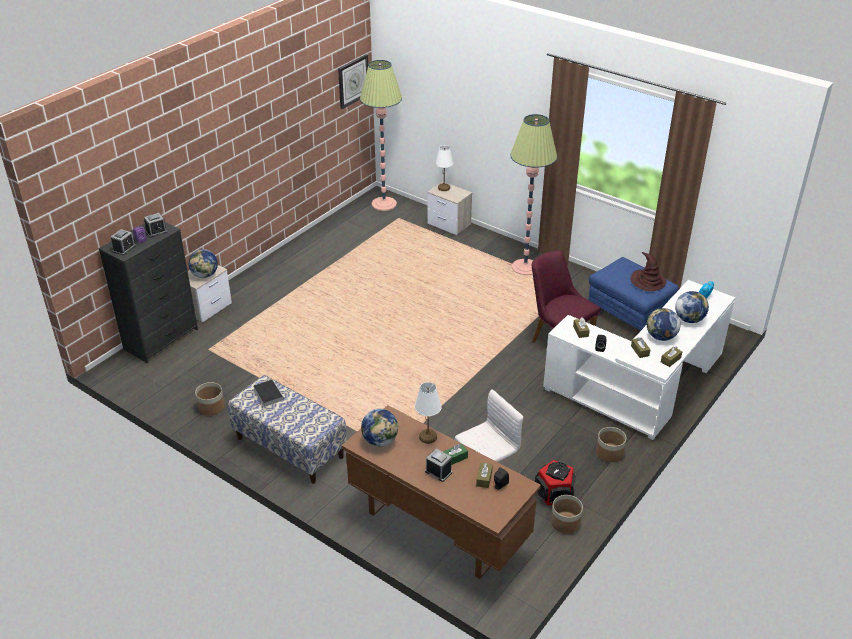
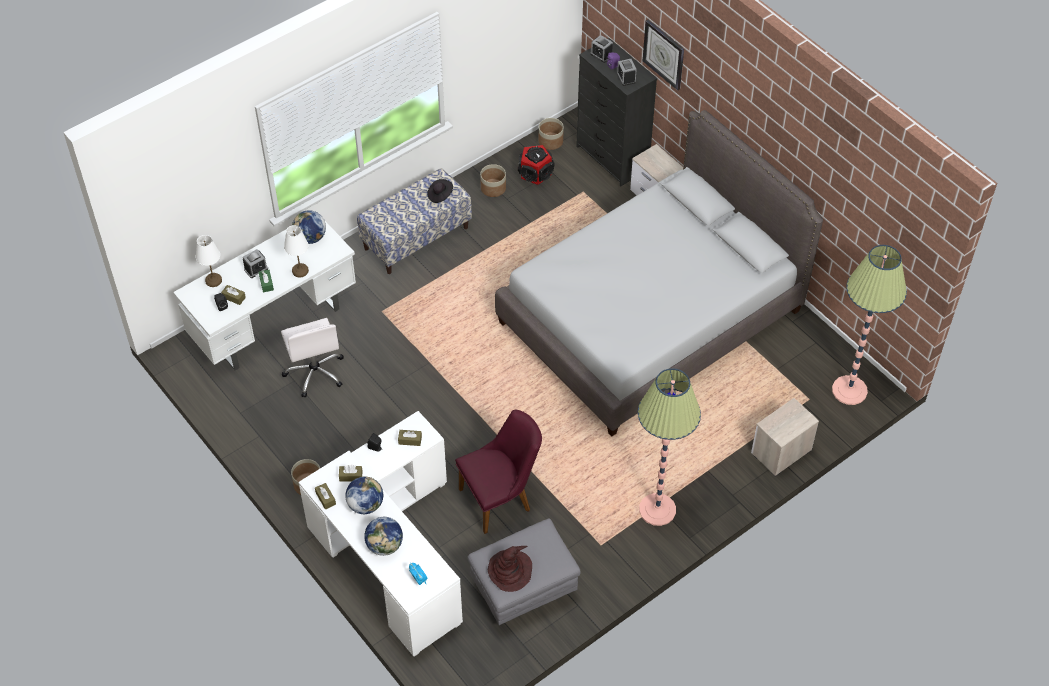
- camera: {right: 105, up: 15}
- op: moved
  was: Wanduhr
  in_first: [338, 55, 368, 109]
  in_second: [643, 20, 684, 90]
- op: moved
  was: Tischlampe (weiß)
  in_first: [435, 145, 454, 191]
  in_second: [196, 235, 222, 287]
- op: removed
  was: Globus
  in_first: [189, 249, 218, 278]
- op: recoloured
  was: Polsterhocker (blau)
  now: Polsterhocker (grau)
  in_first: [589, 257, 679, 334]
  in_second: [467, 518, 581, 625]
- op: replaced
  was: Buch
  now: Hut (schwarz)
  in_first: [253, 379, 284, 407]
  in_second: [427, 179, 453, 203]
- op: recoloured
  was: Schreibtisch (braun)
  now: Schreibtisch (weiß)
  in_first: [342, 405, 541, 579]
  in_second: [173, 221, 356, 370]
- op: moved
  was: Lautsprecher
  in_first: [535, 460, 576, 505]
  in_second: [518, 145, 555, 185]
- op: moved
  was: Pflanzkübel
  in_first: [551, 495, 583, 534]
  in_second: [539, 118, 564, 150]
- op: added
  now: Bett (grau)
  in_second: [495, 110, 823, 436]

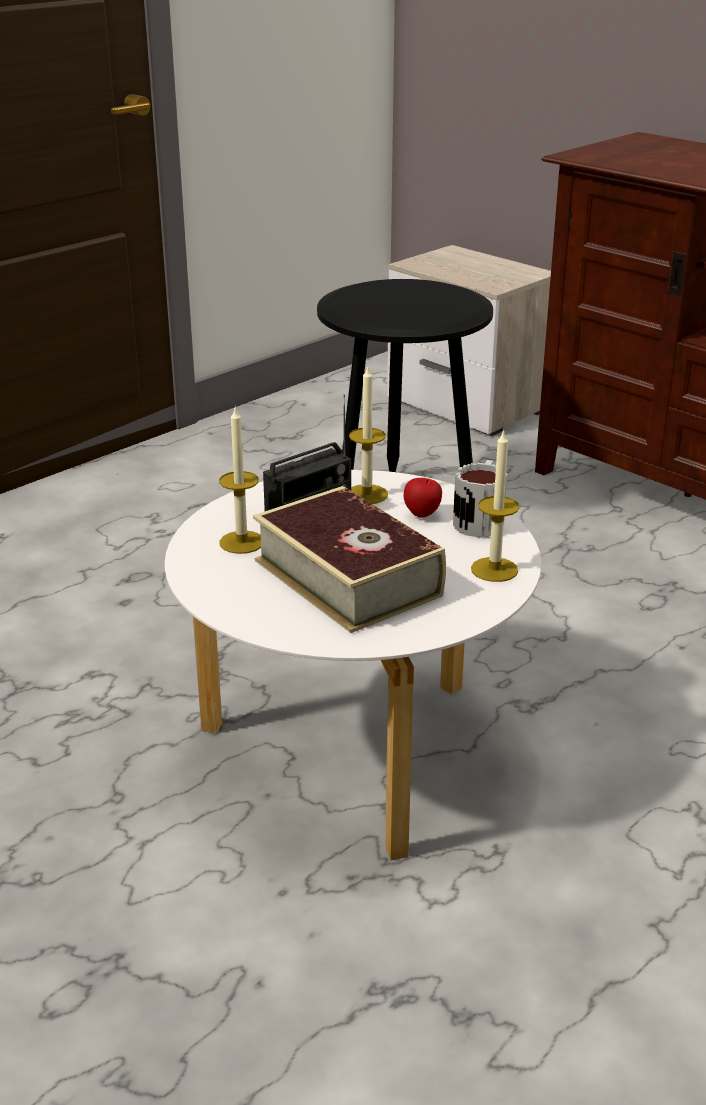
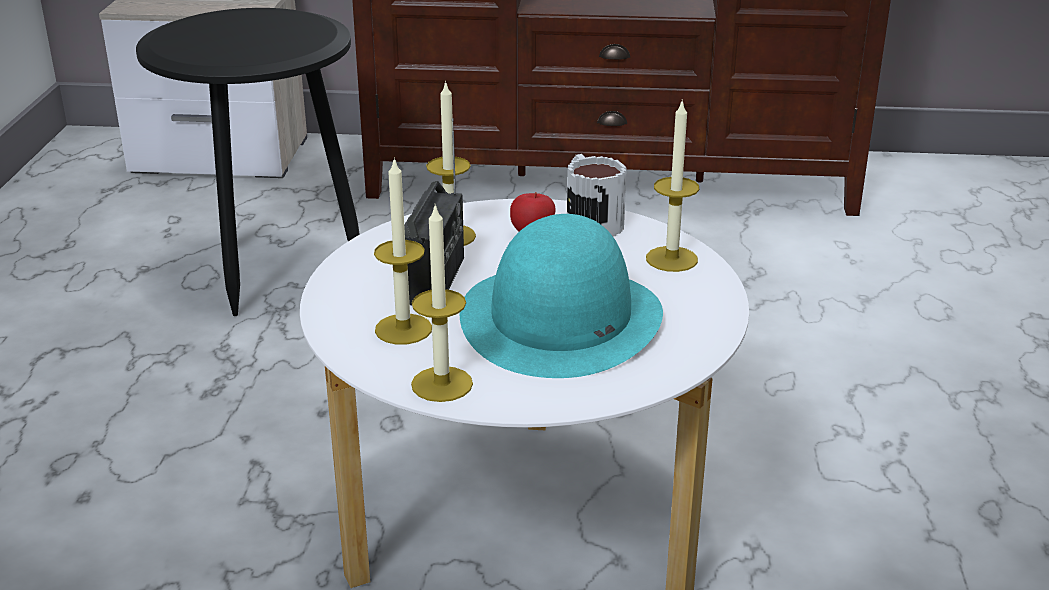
- camera: {right: -40, up: 0}
- op: replaced
  was: Buch
  now: Hut (türkis)
  in_first: [253, 486, 446, 633]
  in_second: [460, 214, 663, 378]
- op: added
  now: Kerze
  in_second: [411, 204, 473, 402]

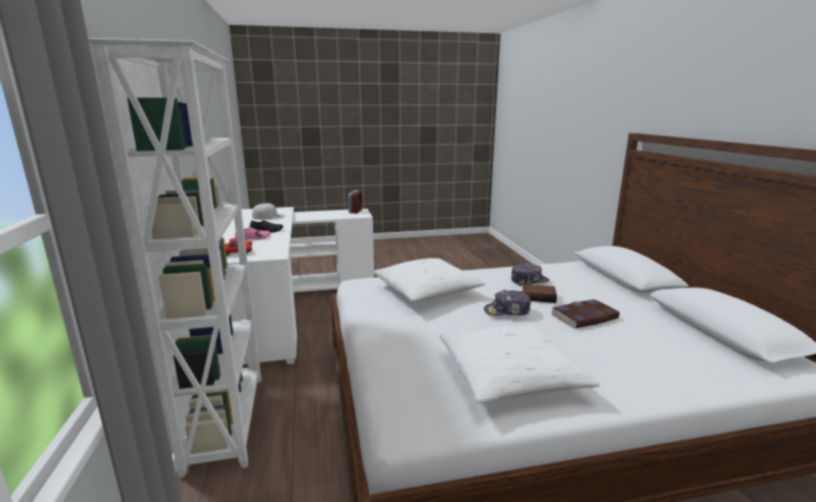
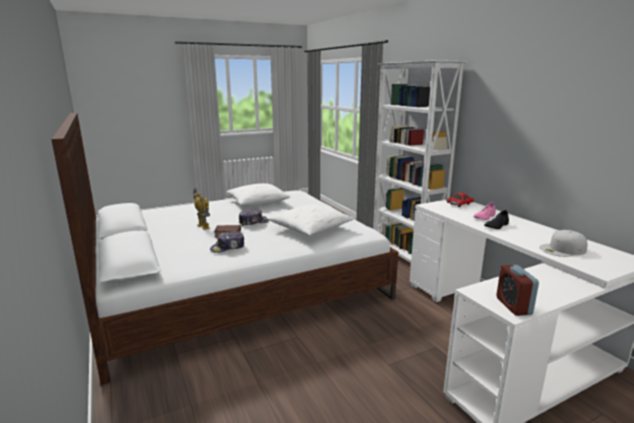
- camera: {right: 165, up: 0}
- op: replaced
  was: Buch
  now: Spielzeugroboter
  in_first: [551, 299, 620, 328]
  in_second: [193, 188, 210, 230]

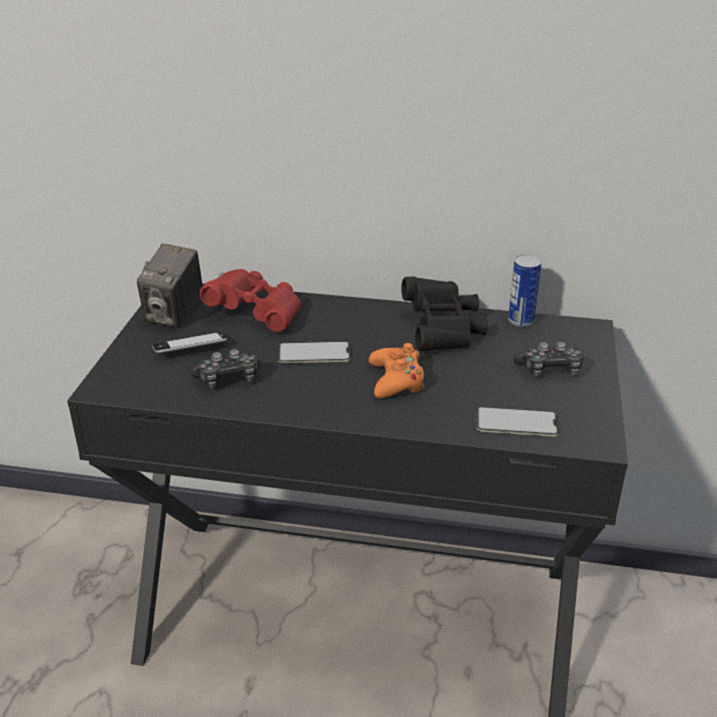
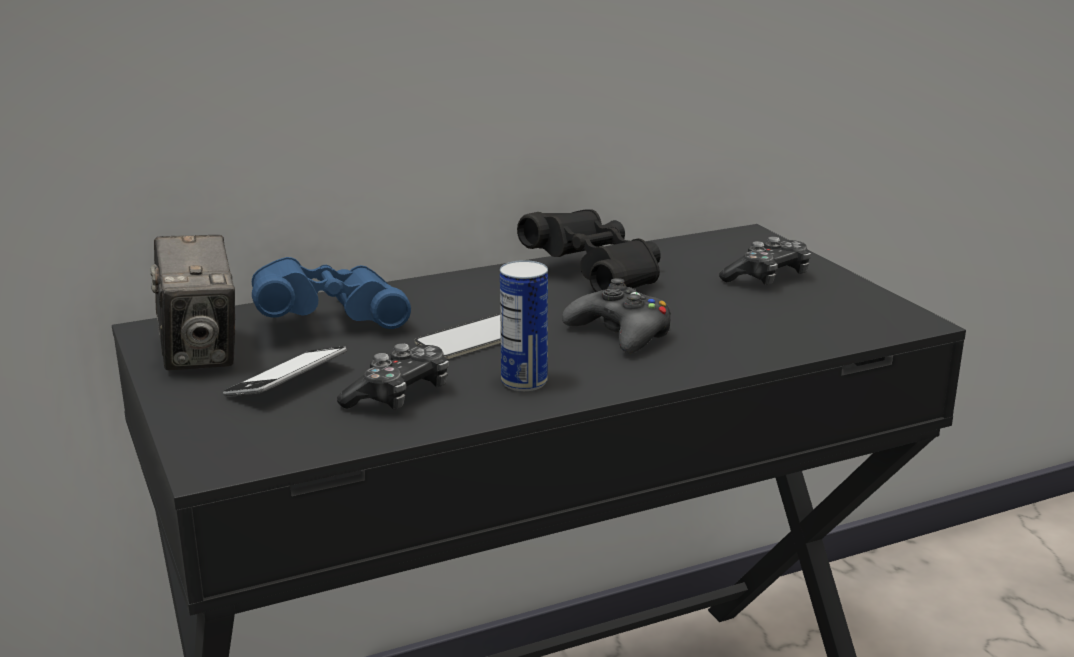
- camera: {right: -35, up: -10}
- op: moved
  was: Dose
  in_first: [508, 255, 542, 327]
  in_second: [500, 260, 548, 391]
- op: recoloured
  was: Fernglas (rot)
  now: Fernglas (blau)
  in_first: [200, 269, 301, 332]
  in_second: [252, 257, 411, 329]
- op: recoloured
  was: Gamepad (orange)
  now: Gamepad (schwarz)
  in_first: [369, 343, 425, 398]
  in_second: [562, 278, 671, 353]
- op: removed
  was: Handy
  in_first: [477, 406, 559, 437]

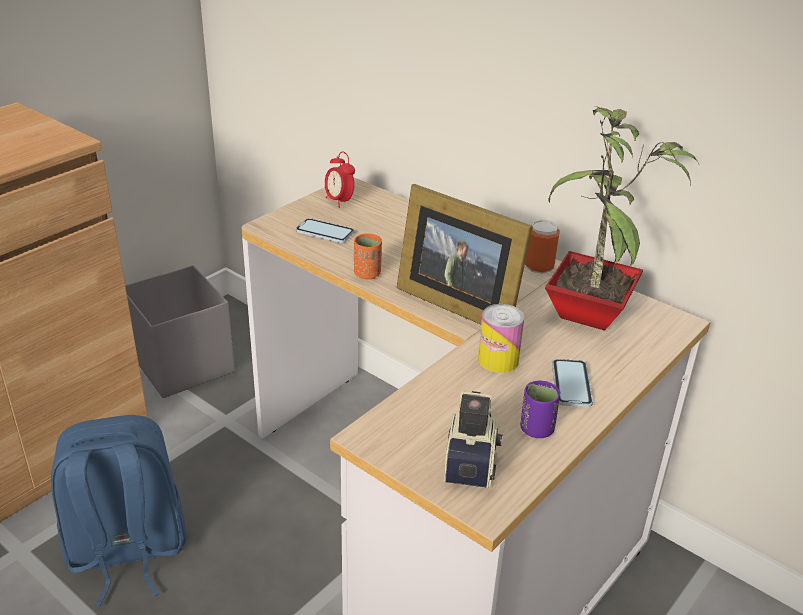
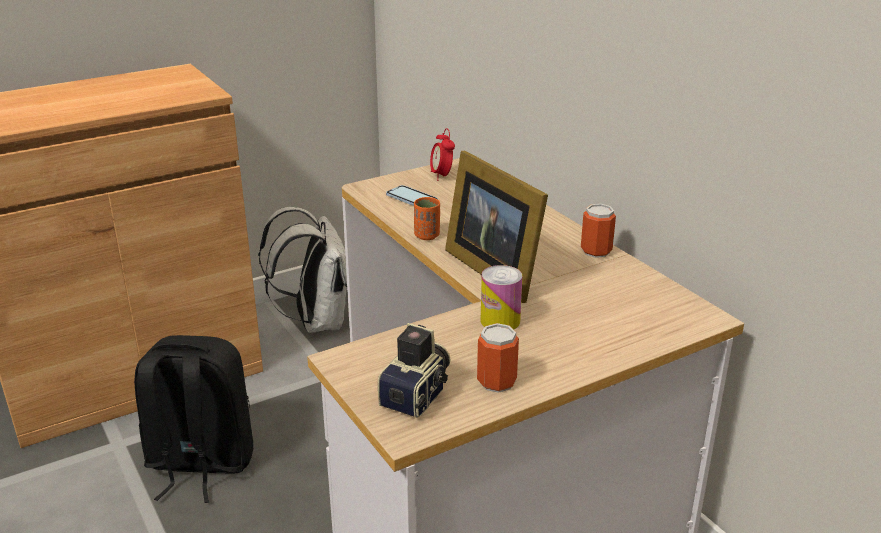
- camera: {right: 20, up: -5}
- op: removed
  was: Topfpflanze
  in_first: [545, 106, 699, 330]
- op: replaced
  was: Aufbewahrungsbox (grau)
  now: Rucksack (weiß)
  in_first: [125, 265, 235, 398]
  in_second: [258, 207, 347, 333]
- op: removed
  was: Handy
  in_first: [552, 359, 593, 407]
- op: replaced
  was: Tasse (lila)
  now: Dose
  in_first: [520, 380, 560, 438]
  in_second: [477, 323, 519, 393]
- op: recoloured
  was: Rucksack (blau)
  now: Rucksack (schwarz)
  in_first: [51, 415, 186, 607]
  in_second: [134, 335, 253, 503]

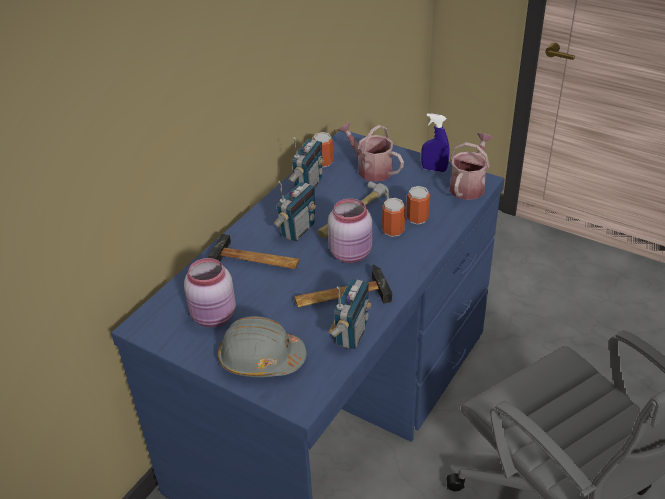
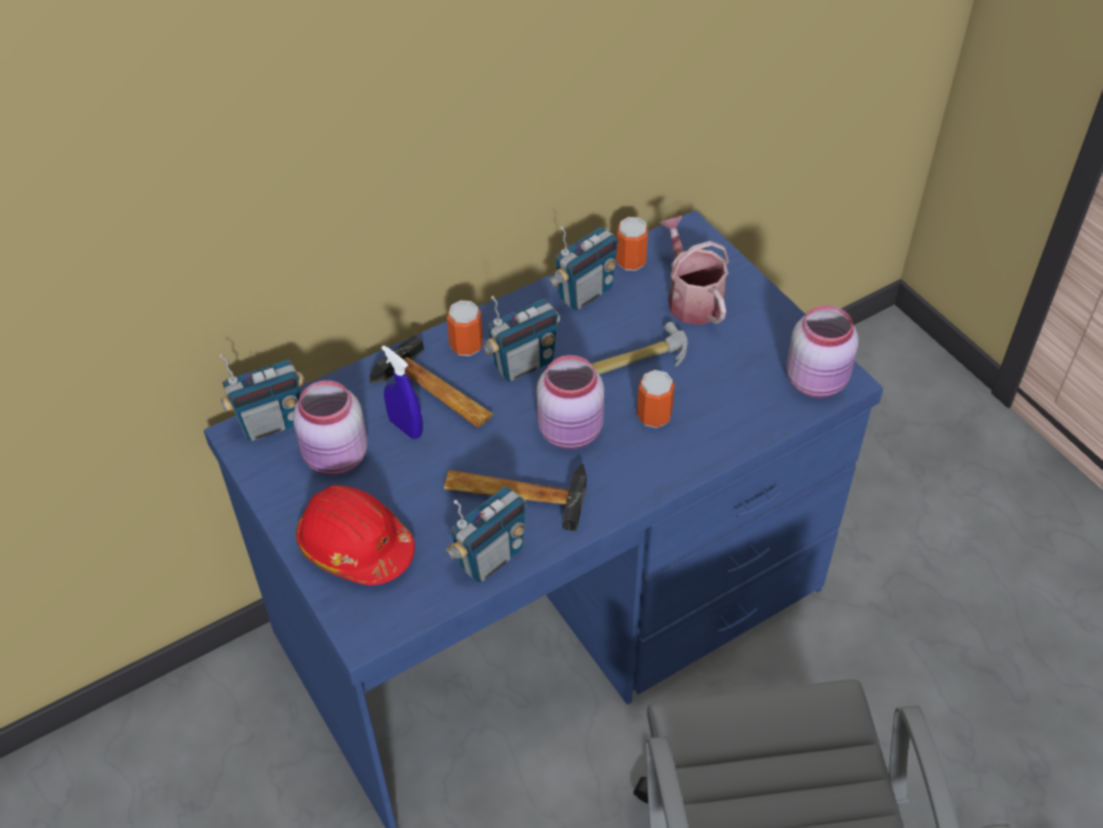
- camera: {right: 25, up: 10}
- op: moved
  was: Sprühflasche (blau)
  in_first: [421, 114, 450, 172]
  in_second: [381, 345, 423, 439]
- op: replaced
  was: Gießkanne
  now: Vorratsglas (rosa)
  in_first: [449, 133, 493, 200]
  in_second: [786, 305, 858, 398]
- op: moved
  was: Dose
  in_first: [406, 186, 430, 225]
  in_second: [447, 300, 483, 356]
- op: recoloured
  was: Schutzhelm (grau)
  now: Schutzhelm (rot)
  in_first: [218, 316, 307, 377]
  in_second: [296, 485, 415, 585]
- op: added
  now: Radio
  in_second: [219, 354, 305, 442]

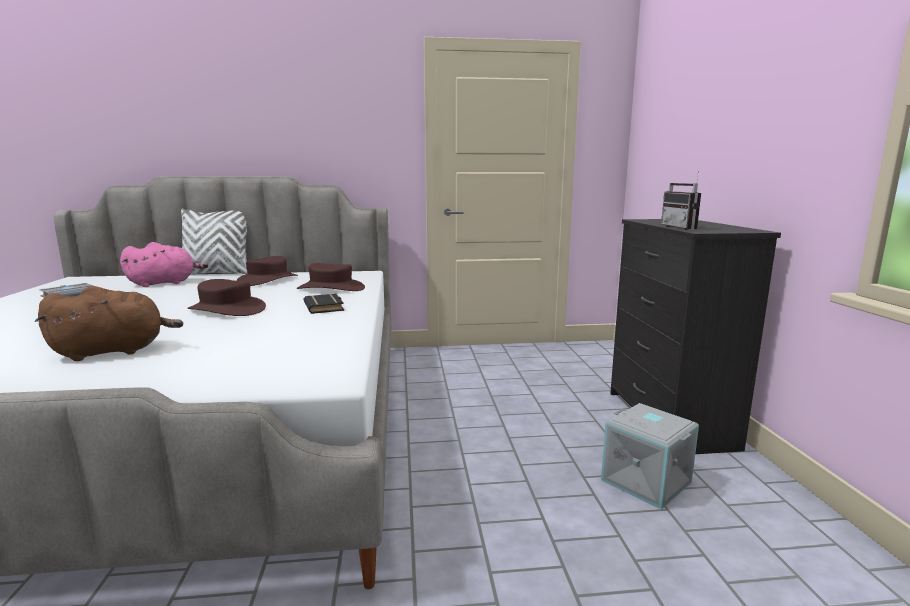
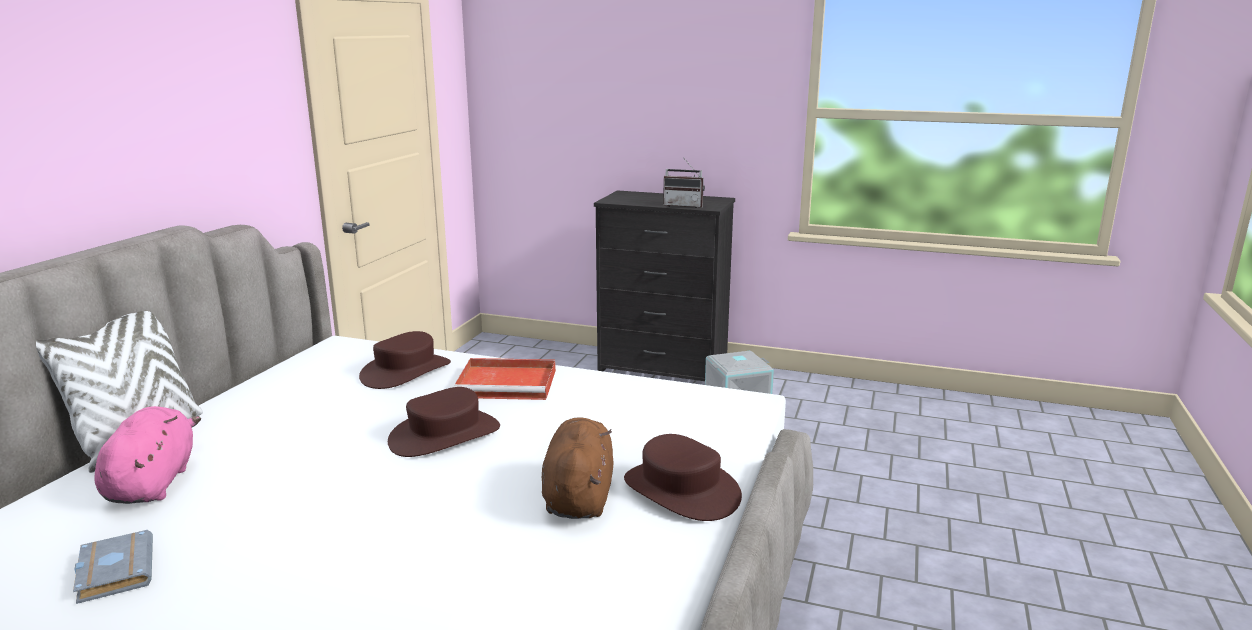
- camera: {right: -65, up: 5}
- op: moved
  was: Hut (braun)
  in_first: [237, 256, 298, 286]
  in_second: [624, 434, 742, 521]
- op: replaced
  was: Buch (schwarz)
  now: Tablett (rot)
  in_first: [304, 294, 344, 314]
  in_second: [454, 358, 556, 400]

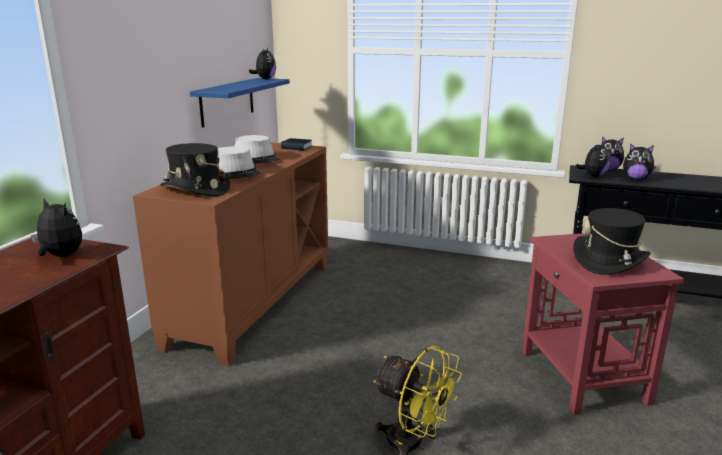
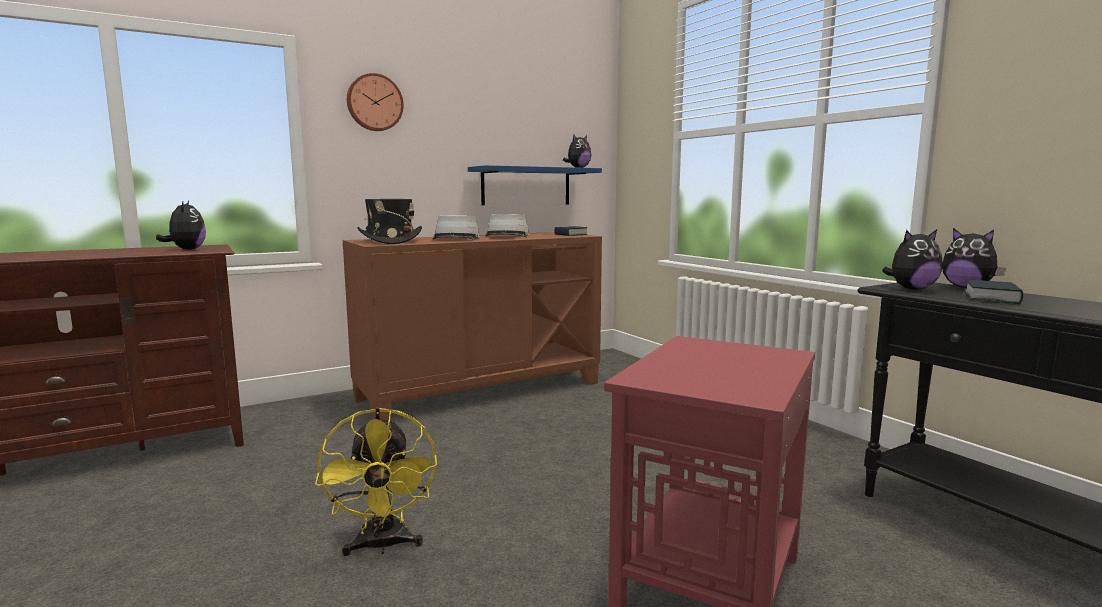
- camera: {right: 40, up: -10}
- op: replaced
  was: Plüschtier
  now: Buch
  in_first: [623, 144, 656, 180]
  in_second: [964, 279, 1023, 304]
- op: removed
  was: Hut (schwarz)
  in_first: [573, 208, 651, 275]
- op: added
  now: Wanduhr
  in_second: [347, 73, 404, 131]

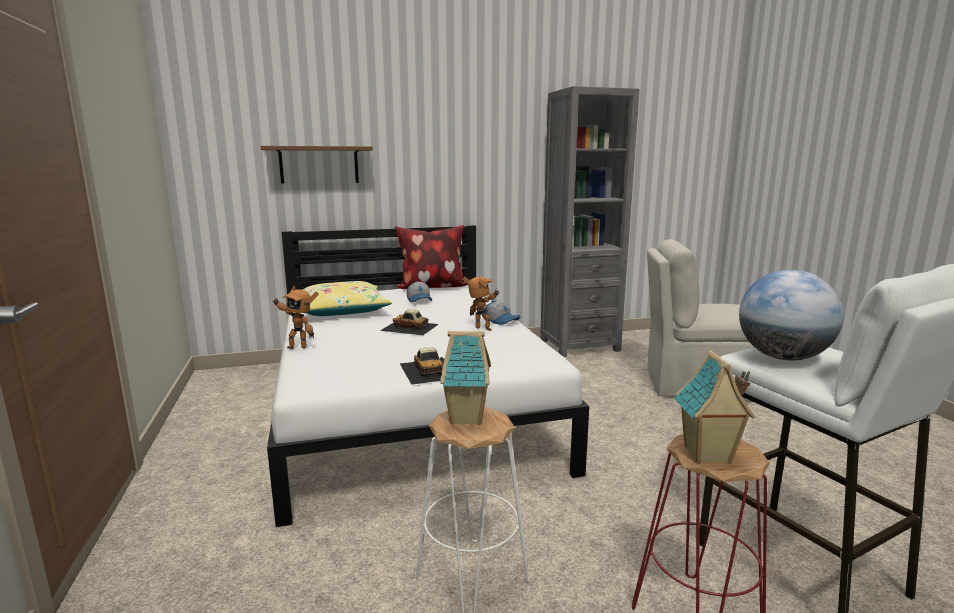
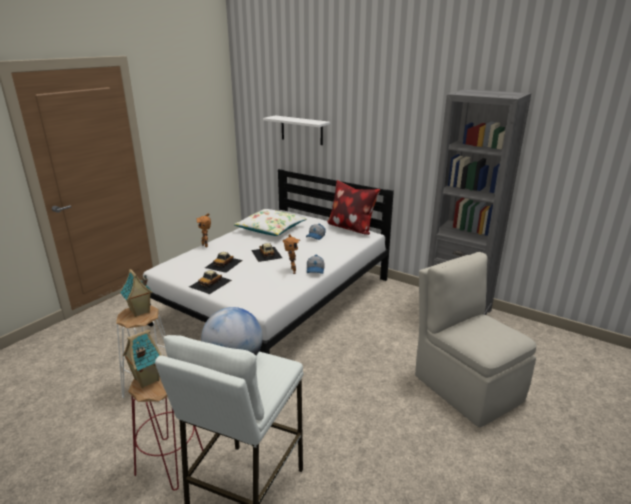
- camera: {right: 50, up: 10}
- op: recoloured
  was: Wandregal (braun)
  now: Wandregal (weiß)
  in_first: [261, 146, 373, 184]
  in_second: [263, 115, 330, 145]
- op: recoloured
  was: Kissen (gelb)
  now: Kissen (weiß)
  in_first: [303, 281, 392, 316]
  in_second: [234, 209, 306, 236]
- op: added
  now: Spielzeugauto
  in_second: [205, 252, 243, 273]

